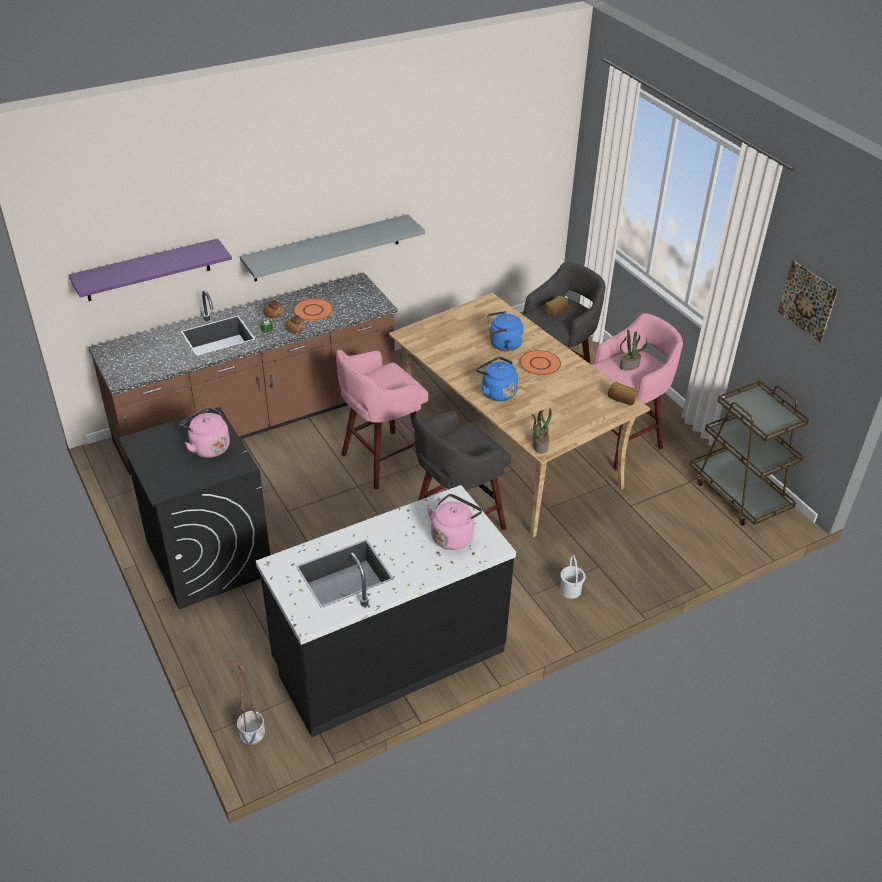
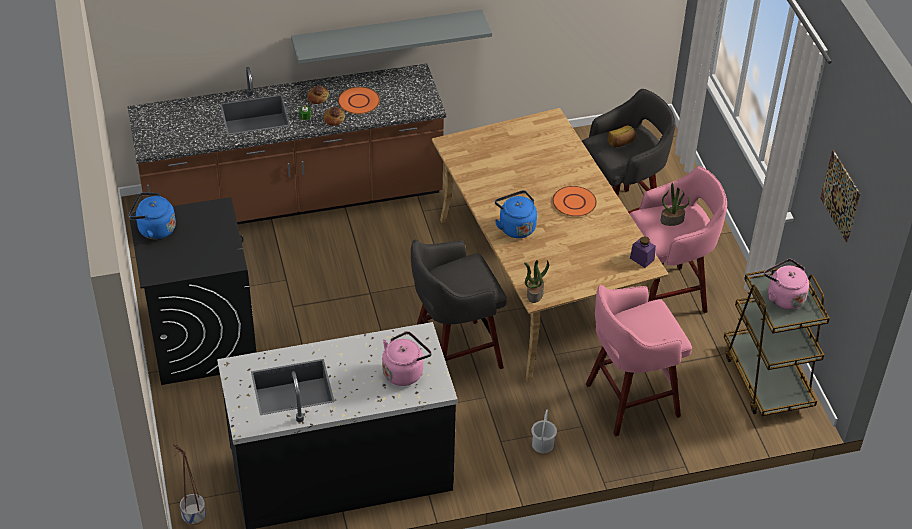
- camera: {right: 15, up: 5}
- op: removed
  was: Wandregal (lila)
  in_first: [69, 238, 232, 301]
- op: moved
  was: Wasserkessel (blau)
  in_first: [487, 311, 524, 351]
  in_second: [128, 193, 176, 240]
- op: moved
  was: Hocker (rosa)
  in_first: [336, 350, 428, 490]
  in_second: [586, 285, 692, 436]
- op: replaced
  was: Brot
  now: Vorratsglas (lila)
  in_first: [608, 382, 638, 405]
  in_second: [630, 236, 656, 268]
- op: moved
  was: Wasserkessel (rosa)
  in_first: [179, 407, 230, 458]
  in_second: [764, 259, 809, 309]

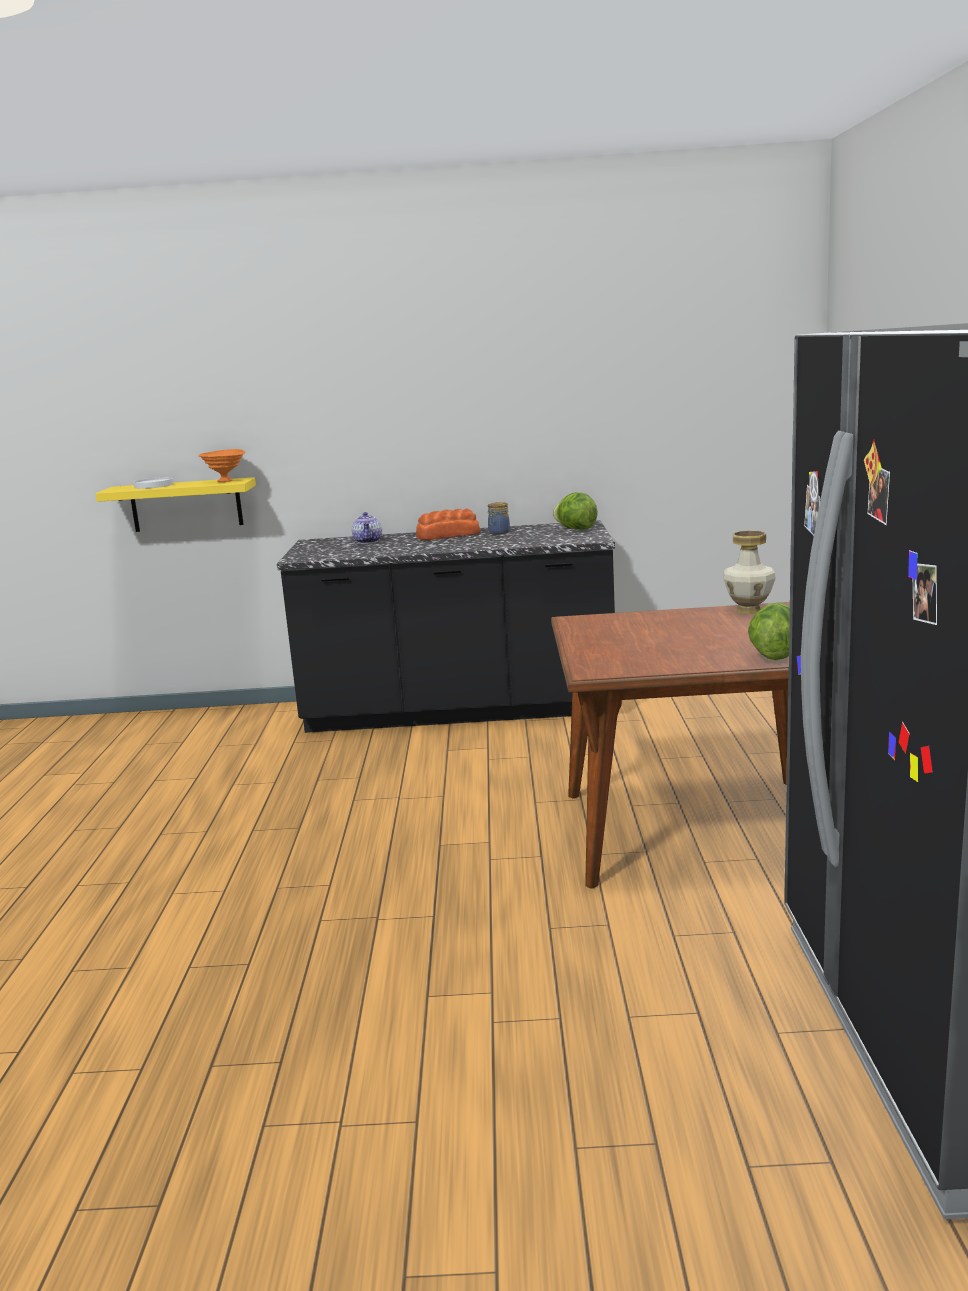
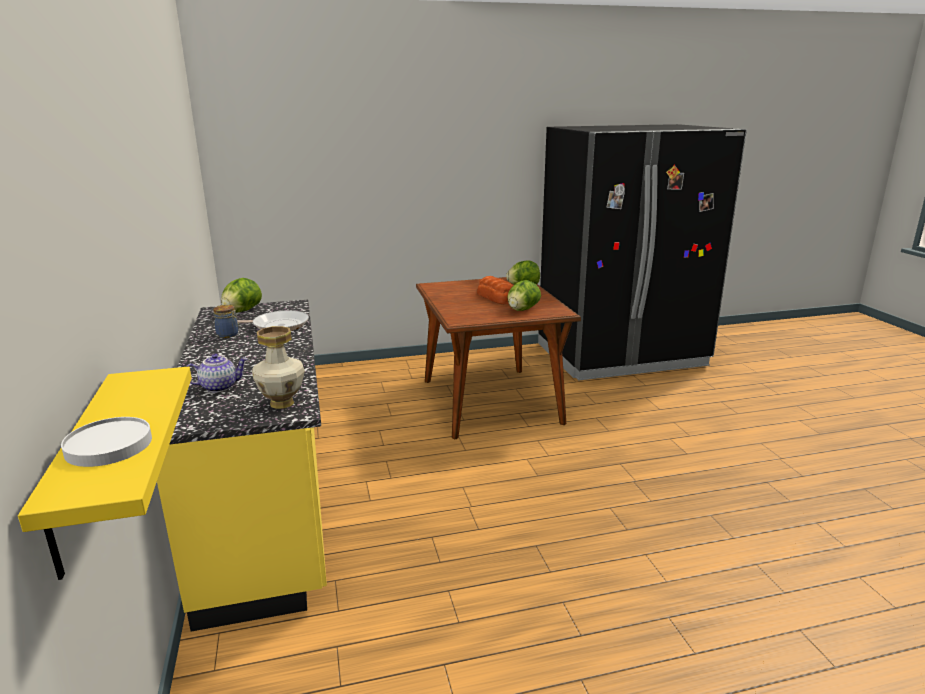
- camera: {right: -105, up: 5}
- op: removed
  was: Schüssel (orange)
  in_first: [198, 449, 245, 482]
- op: moved
  was: Brot
  in_first: [416, 508, 480, 540]
  in_second: [477, 276, 513, 304]
- op: recoloured
  was: Küchenzeile (schwarz)
  now: Küchenzeile (gelb)
  in_first: [277, 520, 615, 733]
  in_second: [157, 299, 327, 632]
- op: moved
  was: Vase
  in_first: [723, 530, 776, 614]
  in_second: [252, 326, 305, 409]
- op: added
  now: Salatkopf
  in_second: [507, 280, 541, 311]
- op: added
  now: Pfanne
  in_second: [237, 310, 309, 331]

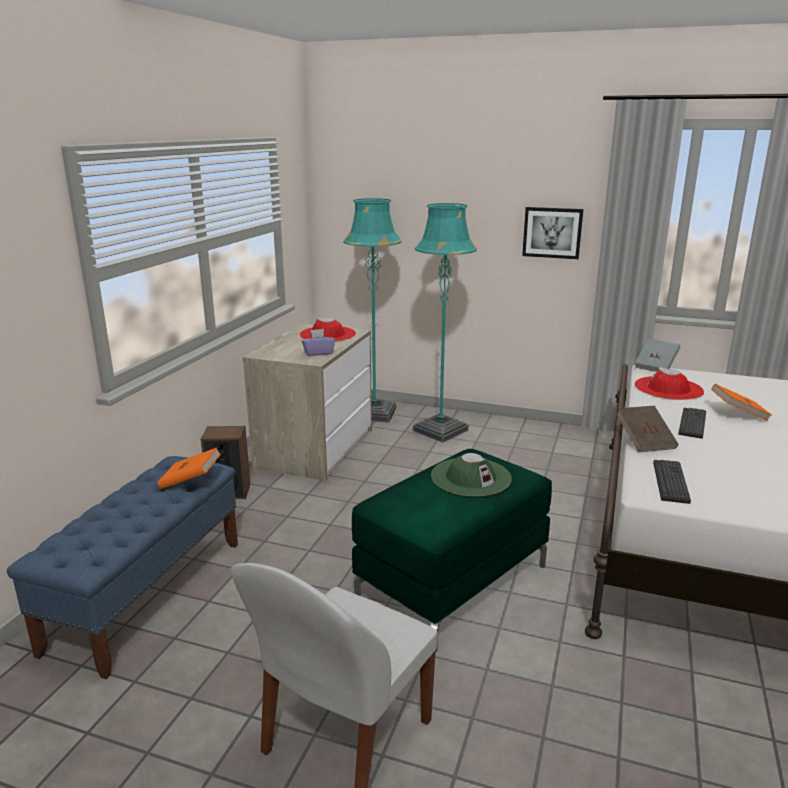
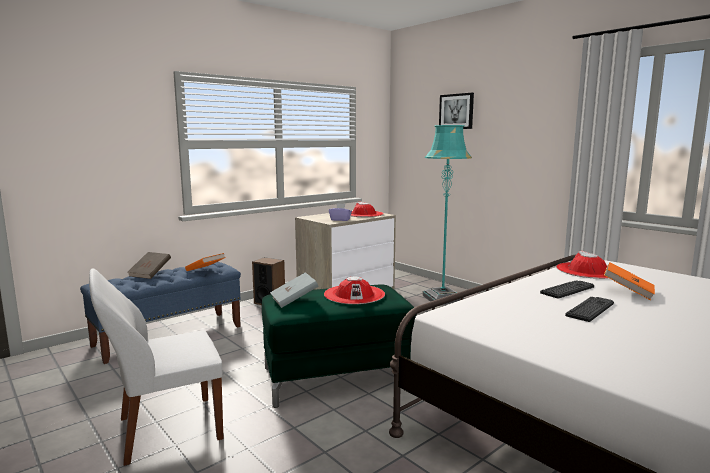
- camera: {right: 30, up: -10}
- op: removed
  was: Stehlampe (türkis)
  in_first: [344, 198, 402, 423]
- op: moved
  was: Bild
  in_first: [522, 207, 583, 259]
  in_second: [439, 93, 474, 129]
- op: moved
  was: Buch (grau)
  in_first: [635, 339, 680, 372]
  in_second: [270, 272, 318, 308]
- op: moved
  was: Buch (braun)
  in_first: [616, 406, 678, 452]
  in_second: [127, 252, 171, 279]
- op: recoloured
  was: Hut (grün)
  now: Hut (rot)
  in_first: [431, 453, 512, 496]
  in_second: [324, 276, 385, 304]
- op: moved
  was: Tastatur
  in_first: [653, 460, 691, 504]
  in_second: [565, 297, 614, 322]

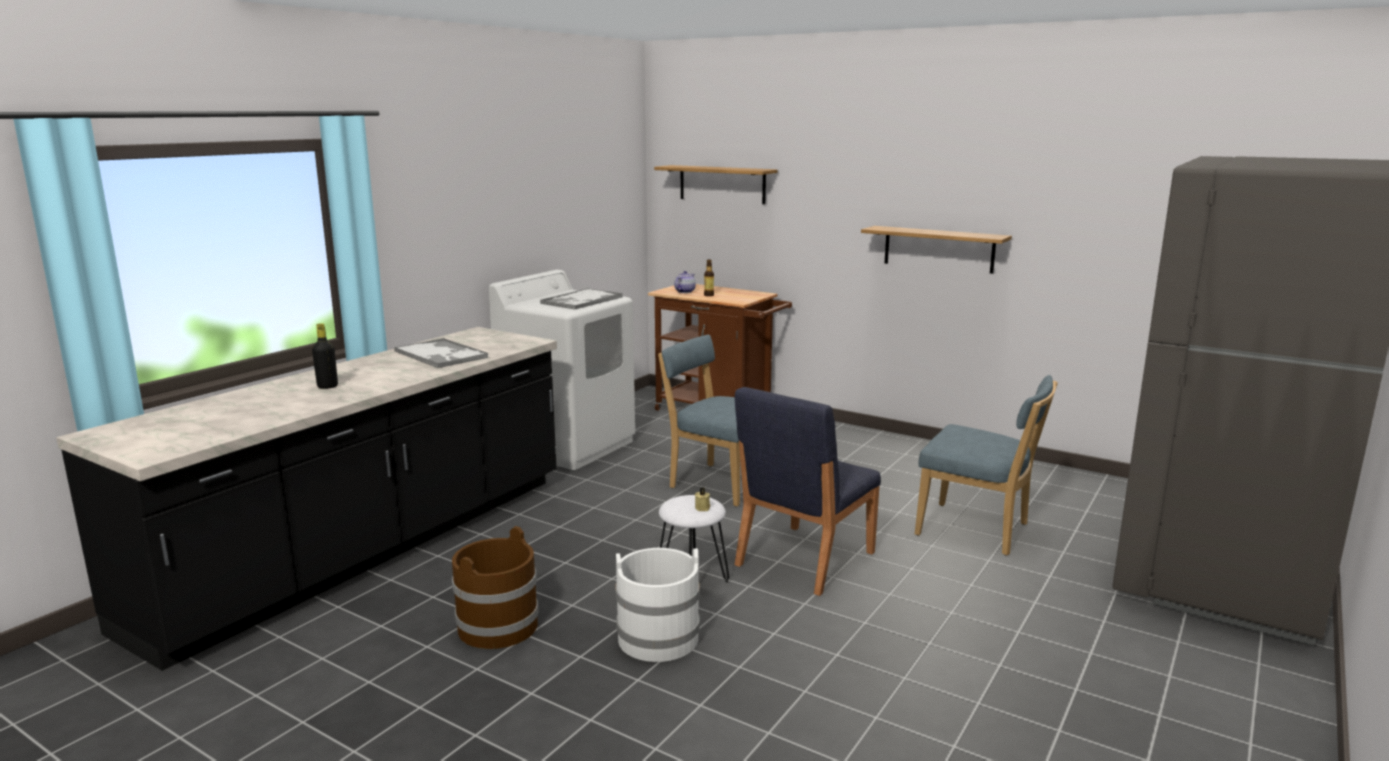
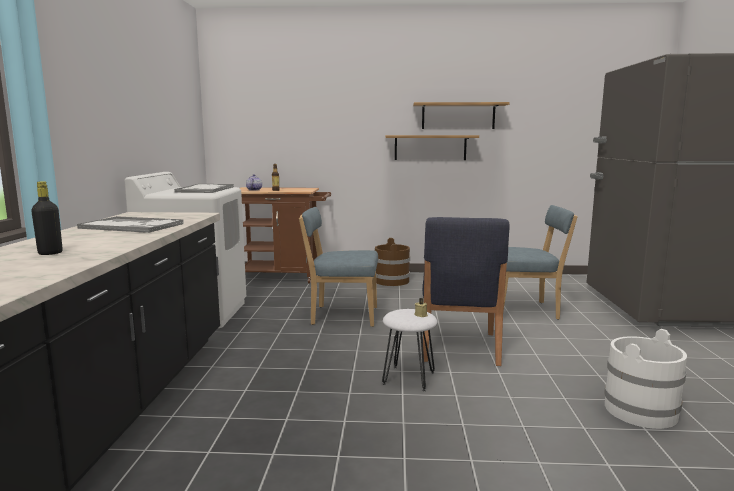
- camera: {right: -30, up: -5}
- op: moved
  was: Wandregal
  in_first: [654, 165, 777, 204]
  in_second: [413, 102, 510, 129]
- op: moved
  was: Eimer (braun)
  in_first: [452, 526, 539, 649]
  in_second: [375, 238, 410, 286]
- op: moved
  was: Eimer (weiß)
  in_first: [615, 548, 700, 662]
  in_second: [604, 329, 687, 429]

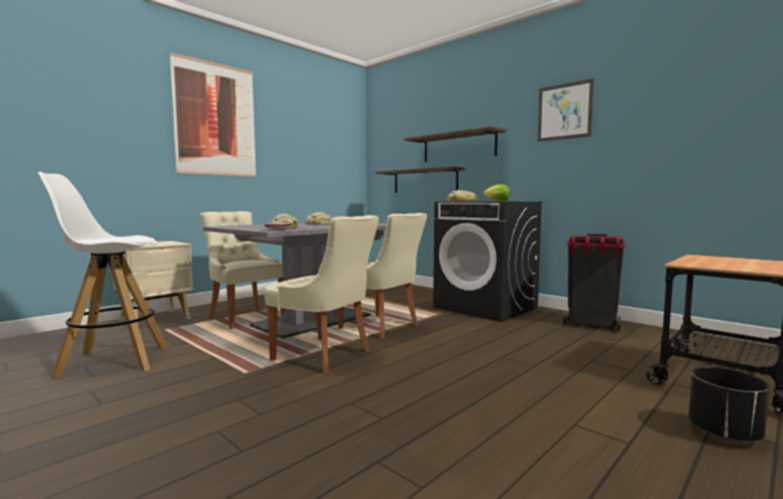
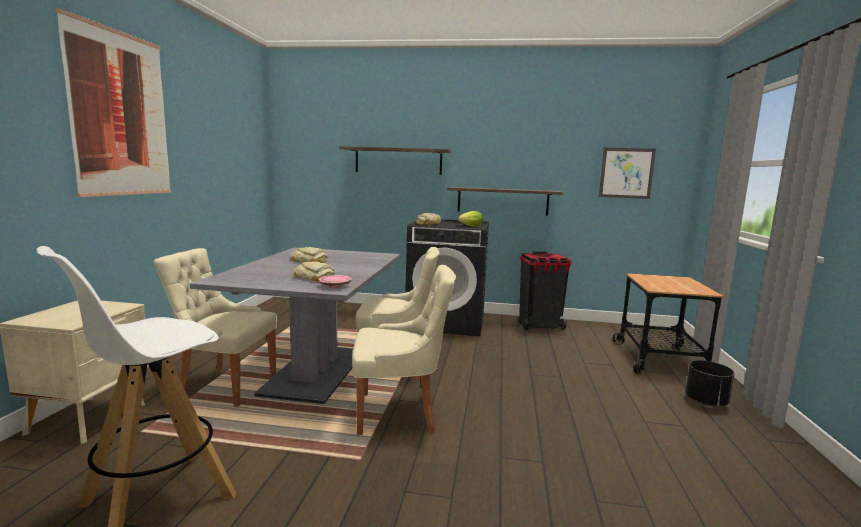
- camera: {right: -35, up: 5}
- op: moved
  was: Bild
  in_first: [538, 78, 594, 142]
  in_second: [599, 148, 656, 199]
- op: moved
  was: Wandregal
  in_first: [375, 166, 466, 193]
  in_second: [447, 187, 563, 216]

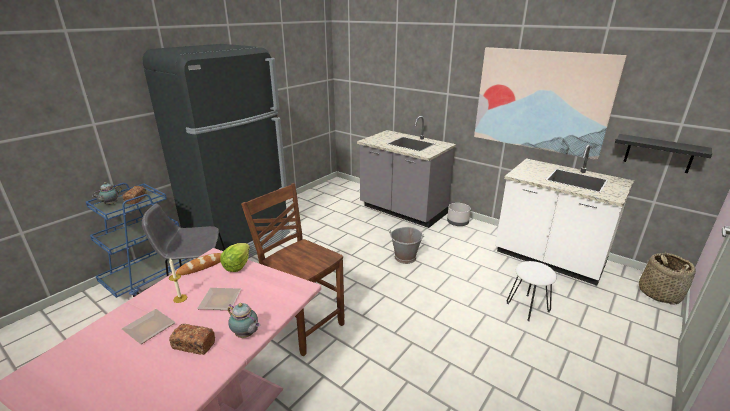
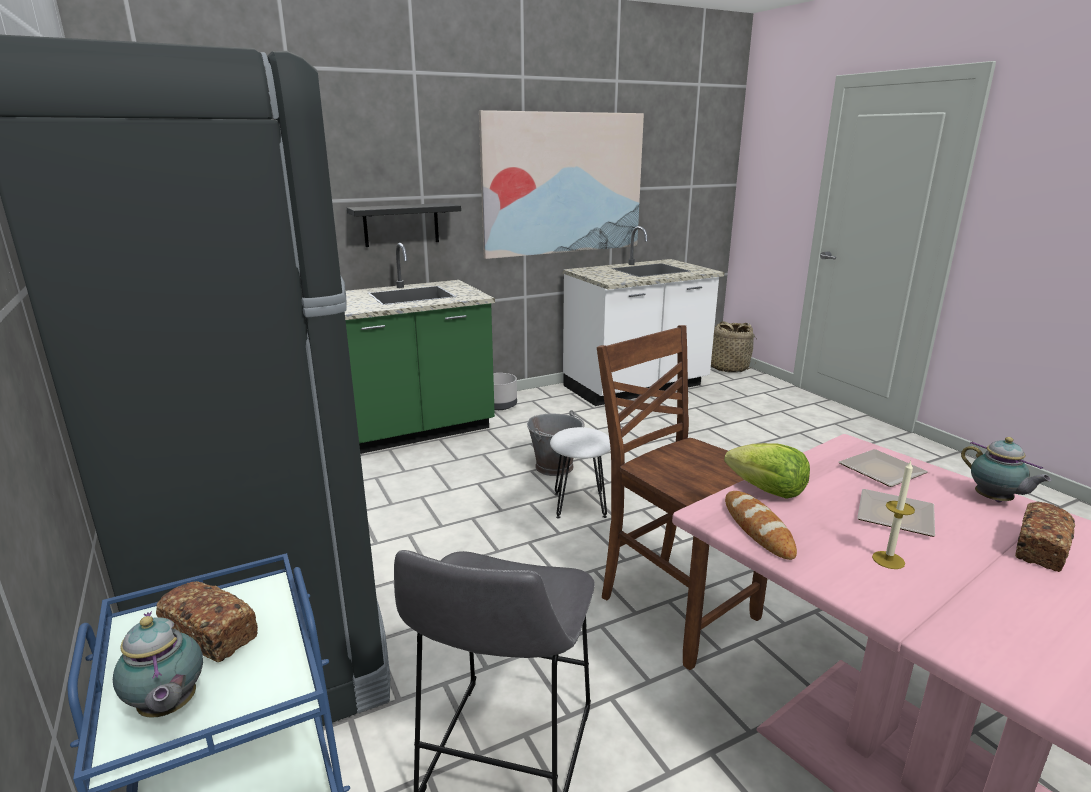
- camera: {right: -65, up: -5}
- op: recoloured
  was: Küchenzeile (grau)
  now: Küchenzeile (grün)
  in_first: [357, 116, 456, 228]
  in_second: [345, 243, 495, 454]
- op: moved
  was: Wandregal (schwarz)
  in_first: [615, 134, 712, 173]
  in_second: [347, 203, 461, 247]
- op: turned
  was: Stuhl (braun)
  in_first: [241, 183, 345, 356]
  in_second: [597, 325, 767, 670]
  clockwise: 75
- op: moved
  was: Hocker (weiß)
  in_first: [507, 261, 557, 321]
  in_second: [550, 427, 611, 519]
- op: turned
  was: Teekanne
  in_first: [228, 303, 260, 338]
  in_second: [961, 437, 1051, 503]
  clockwise: 90
- op: moved
  was: Teller
  in_first: [122, 309, 175, 344]
  in_second: [838, 449, 928, 487]

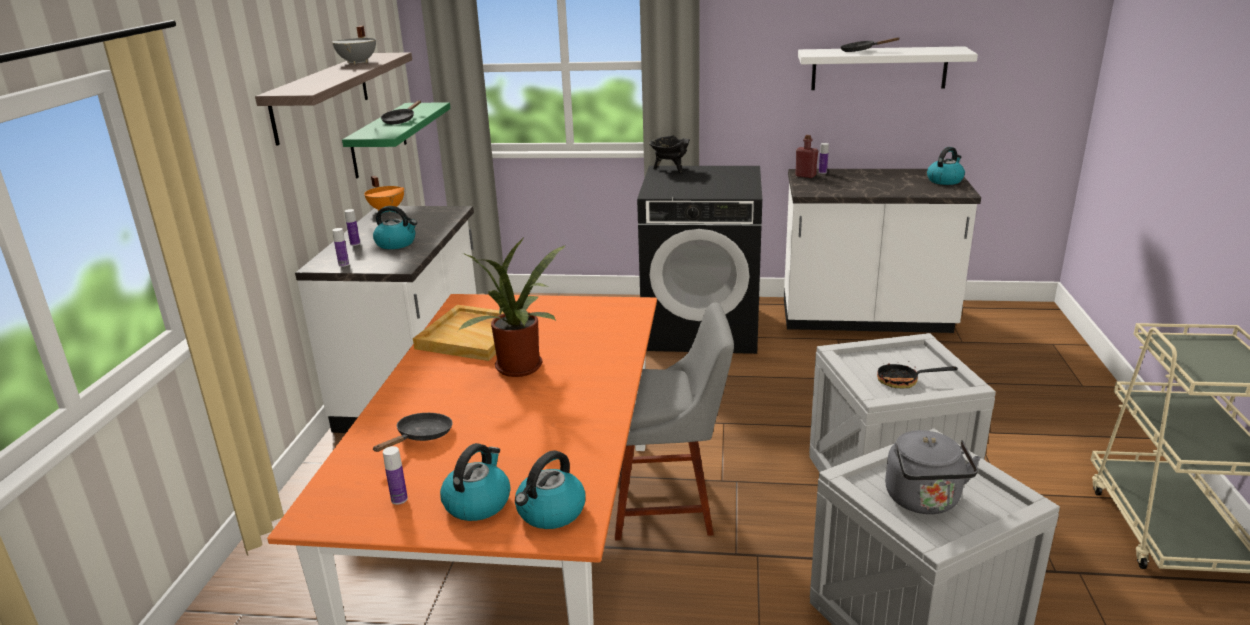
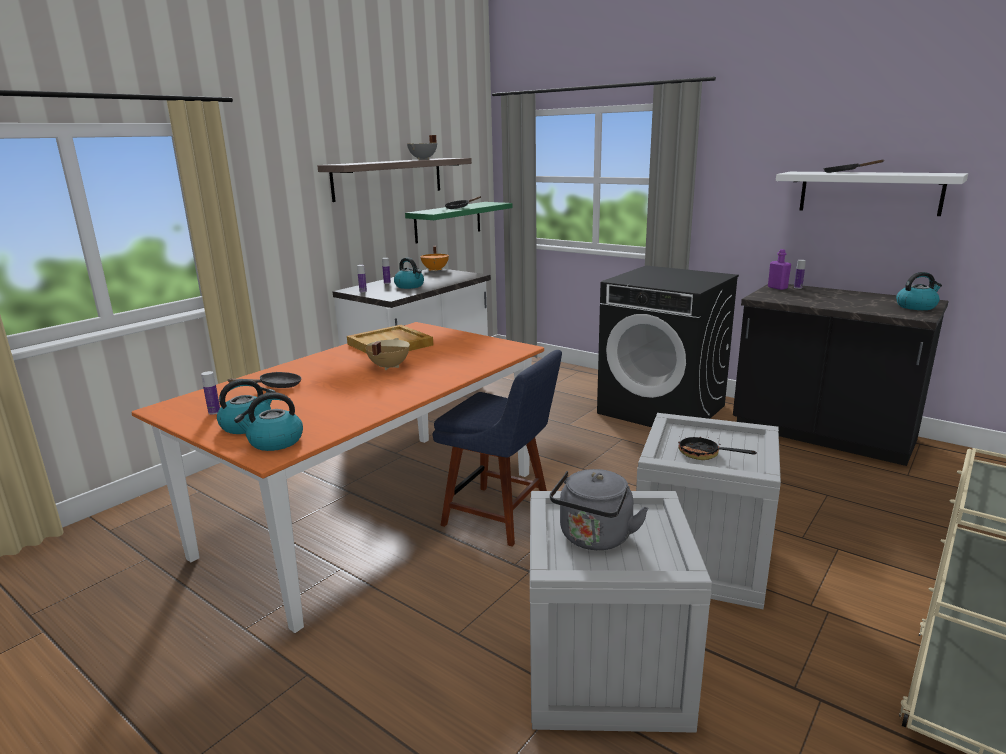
- camera: {right: 30, up: -5}
- op: removed
  was: Kochtopf (schwarz)
  in_first: [649, 135, 690, 173]
- op: recoloured
  was: Flasche (rot)
  now: Flasche (lila)
  in_first: [795, 135, 818, 178]
  in_second: [768, 249, 791, 290]
- op: recoloured
  was: Küchenzeile (weiß)
  now: Küchenzeile (schwarz)
  in_first: [784, 169, 981, 333]
  in_second: [733, 284, 949, 466]
- op: replaced
  was: Topfpflanze
  now: Kochtopf (beige)
  in_first: [458, 236, 566, 377]
  in_second: [365, 338, 410, 370]
- op: recoloured
  was: Stuhl (grau)
  now: Stuhl (blau)
  in_first: [615, 302, 734, 541]
  in_second: [432, 350, 562, 546]

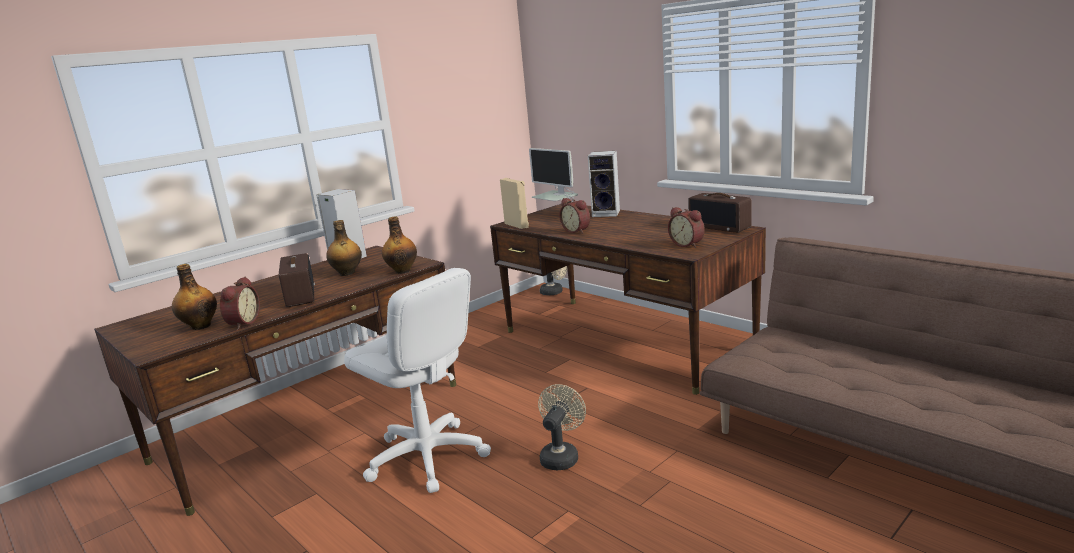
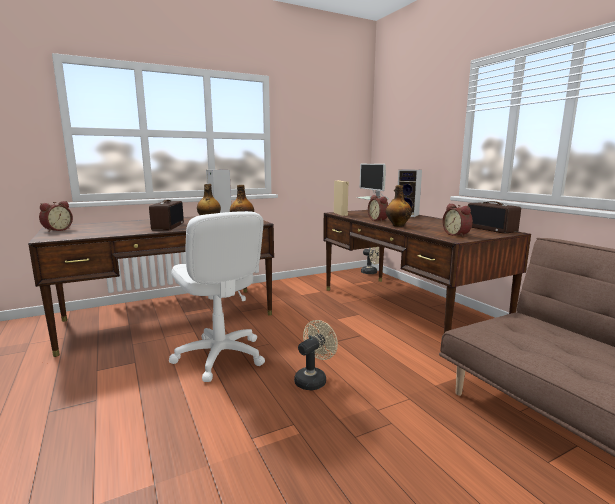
- camera: {right: 15, up: -5}
- op: moved
  was: Flasche
  in_first: [172, 264, 217, 330]
  in_second: [386, 185, 412, 227]
- op: moved
  was: Wecker
  in_first: [220, 277, 260, 329]
  in_second: [39, 201, 73, 232]

